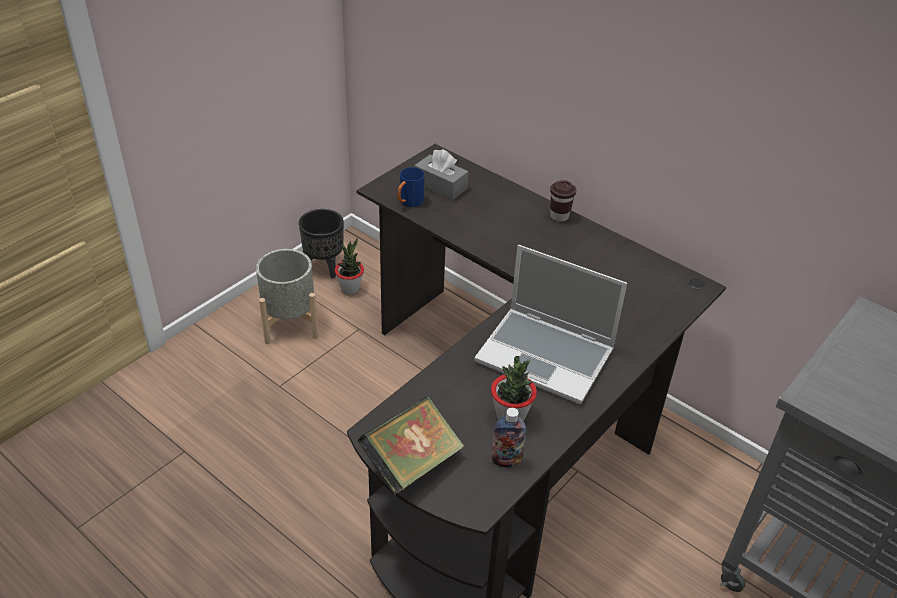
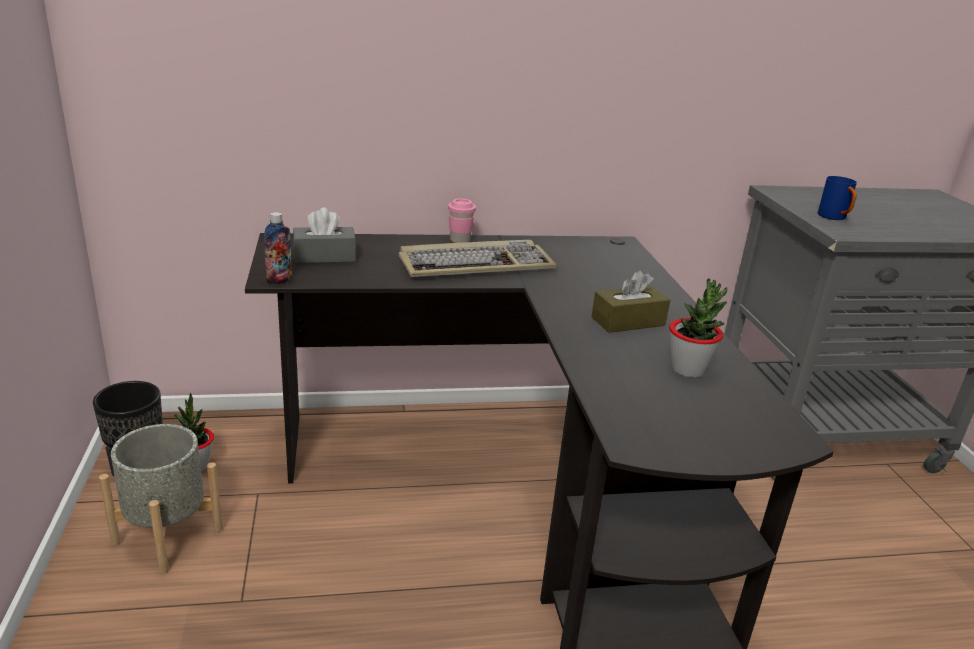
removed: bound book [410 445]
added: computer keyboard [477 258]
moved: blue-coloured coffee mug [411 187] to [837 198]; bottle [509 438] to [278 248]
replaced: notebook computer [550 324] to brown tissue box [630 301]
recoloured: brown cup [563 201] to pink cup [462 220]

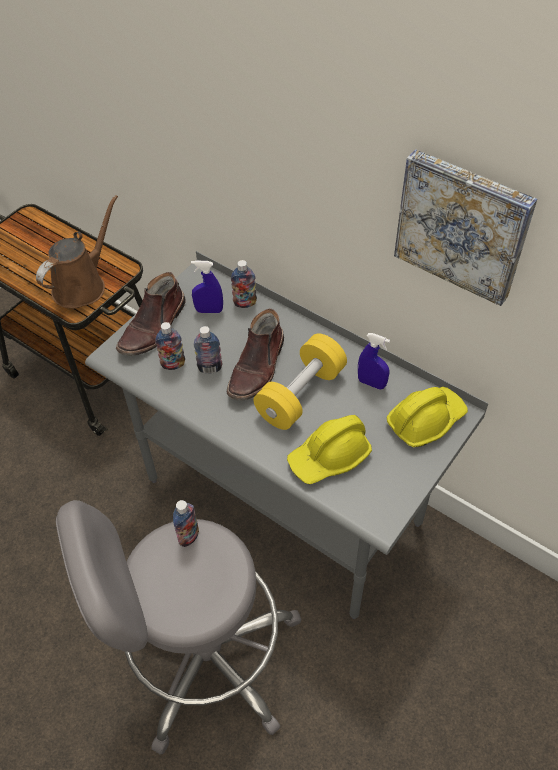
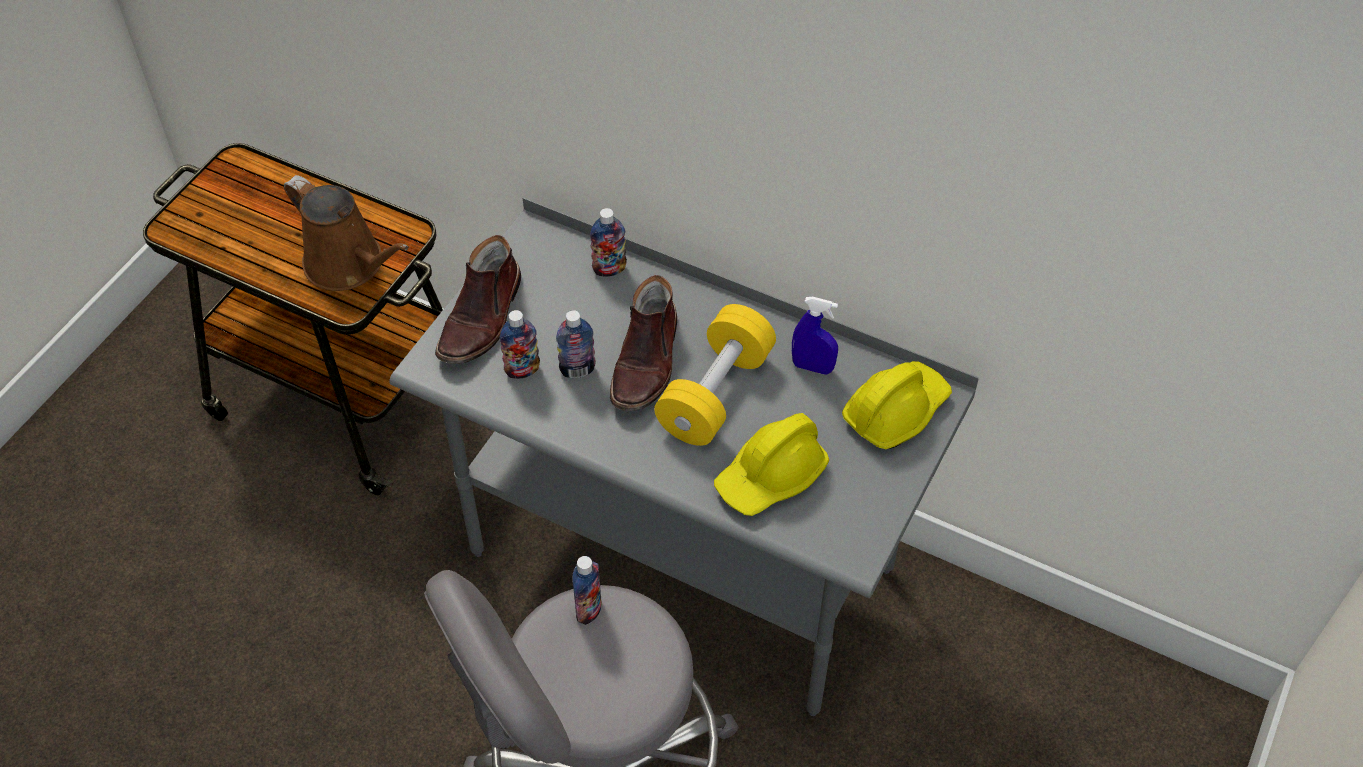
removed: blue-coloured spray bottle [207 286]; wall art [465 227]
turned: brown sprinkling can [77 252] = [346 233] 105 degrees clockwise

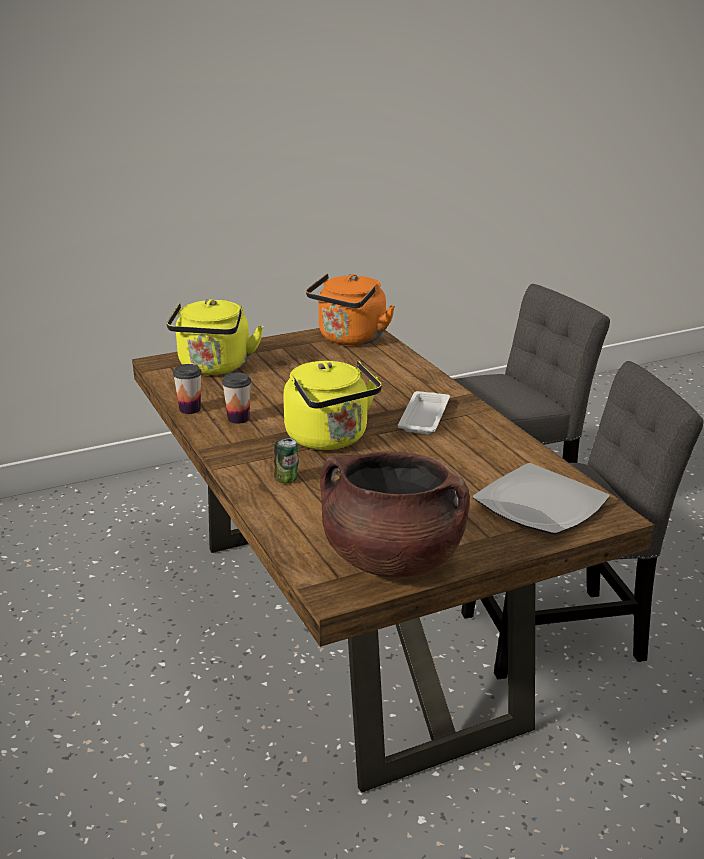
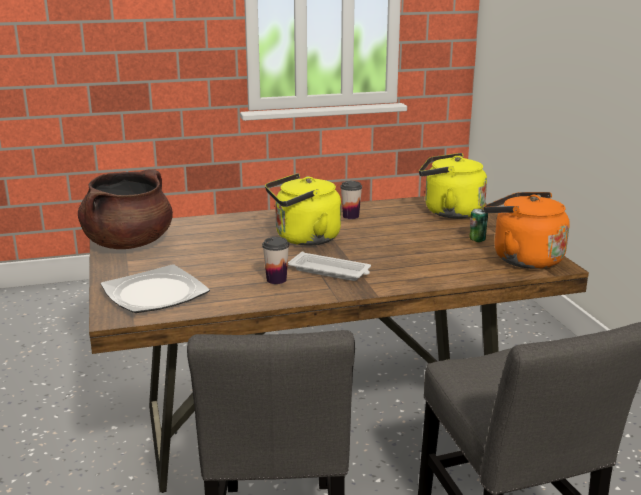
moved: cup [187 389] to [275 260]; metal can [286 460] to [478 225]

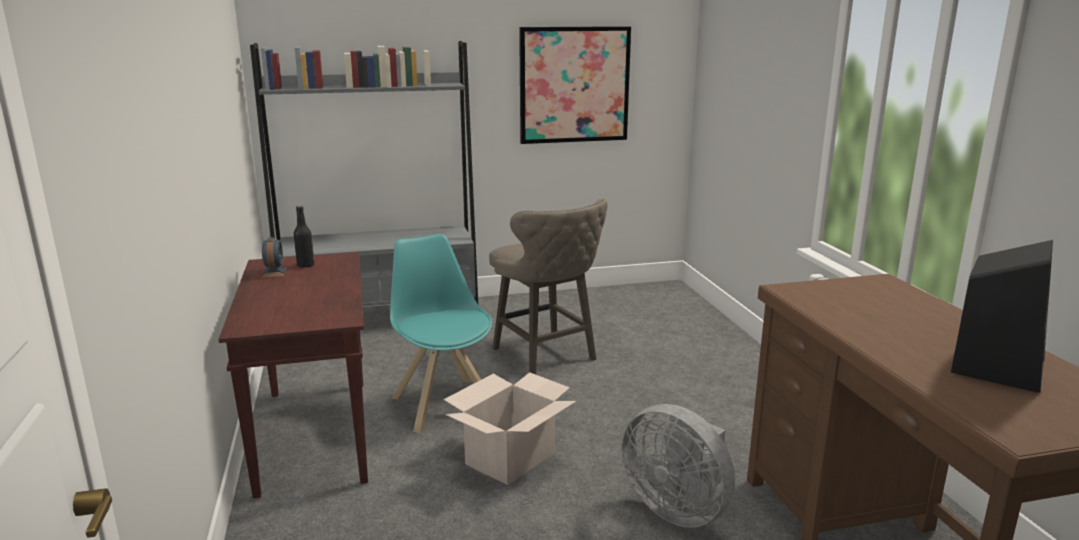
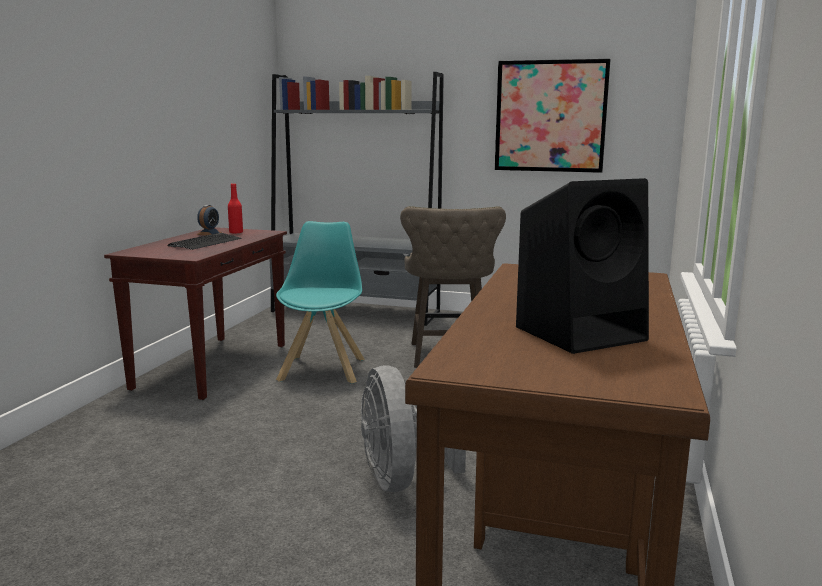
removed: packing box [510 428]
added: computer keyboard [204 241]
recoloured: blackish bottle [304 237] to reddish bottle [235 208]

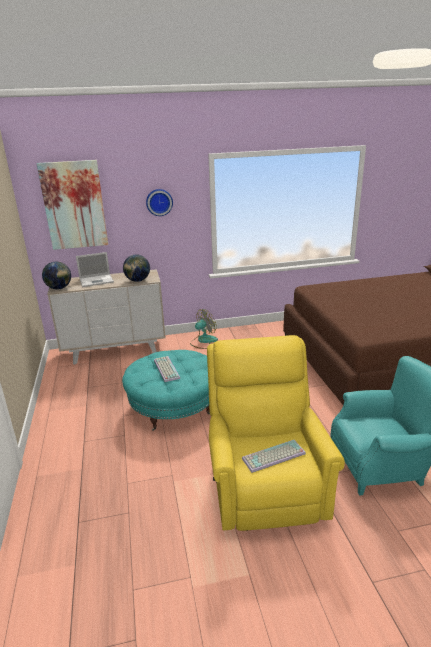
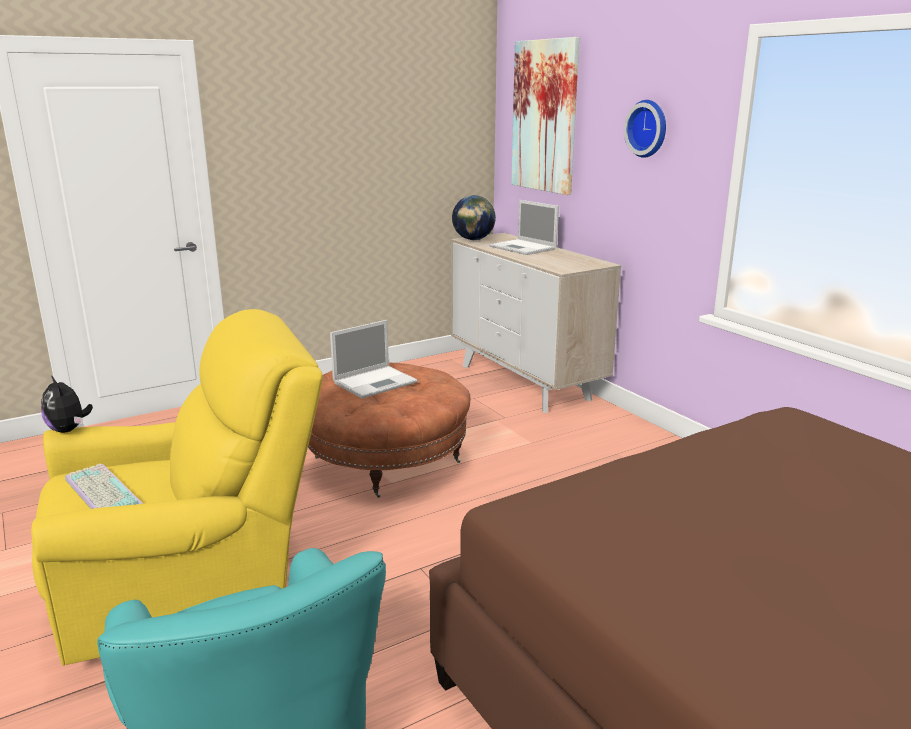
removed: desk globe [136 268]; electric fan [204 329]
added: plush toy [67 404]
replaced: computer keyboard [167 369] to notebook computer [374 359]
recoloured: blue-green pouffe [166 390] to brown pouffe [389 430]

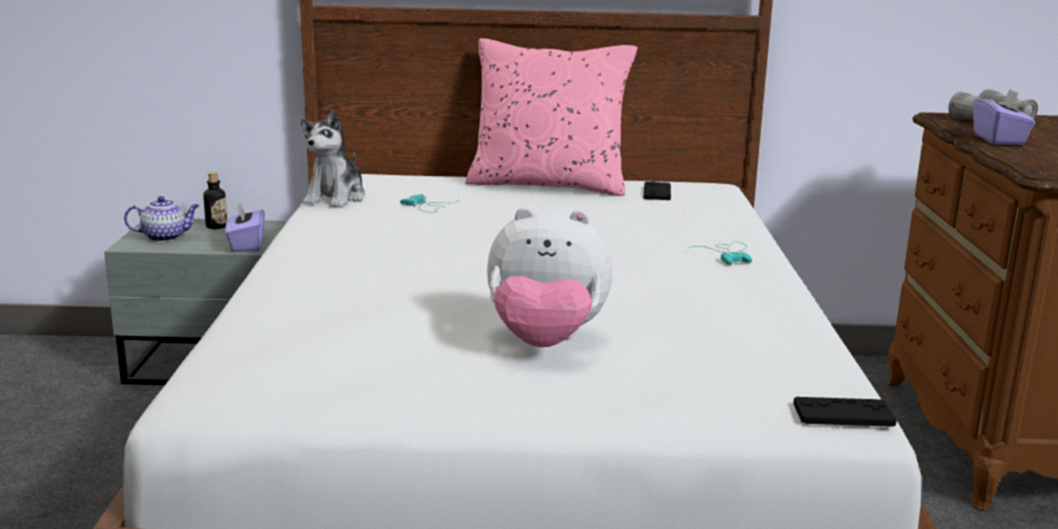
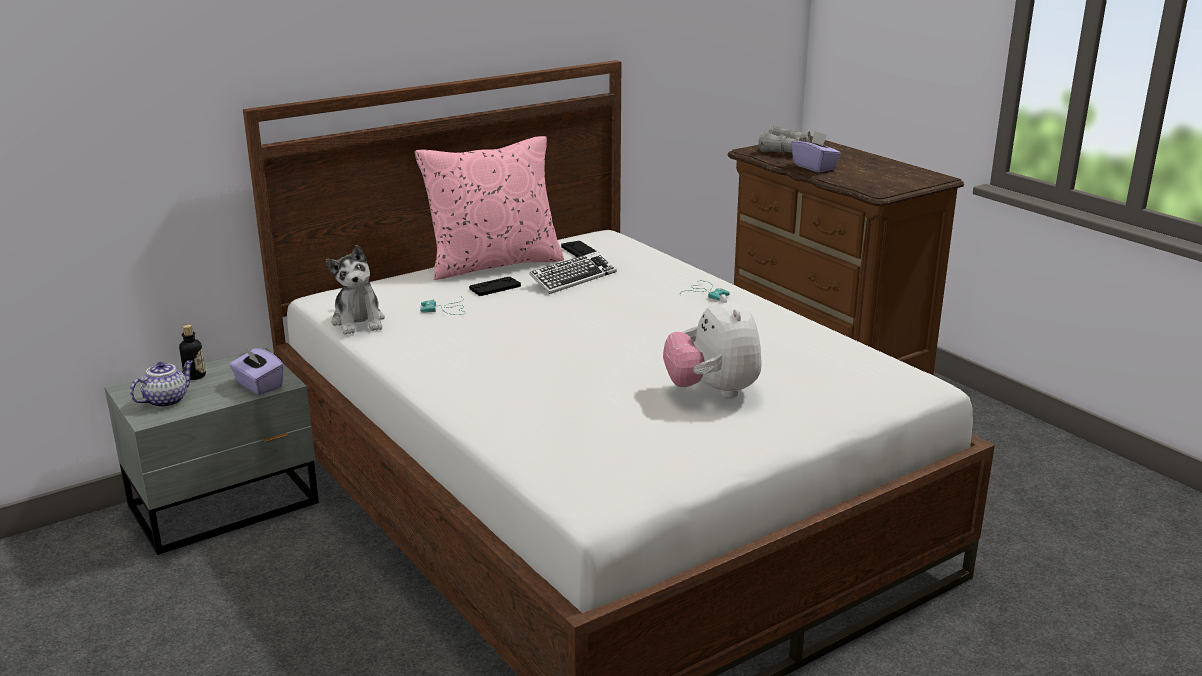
added: computer keyboard [573 272]
moved: blackish joypad [845 412] to [495 286]
turned: plush toy [550 277] = [712 346] 105 degrees clockwise

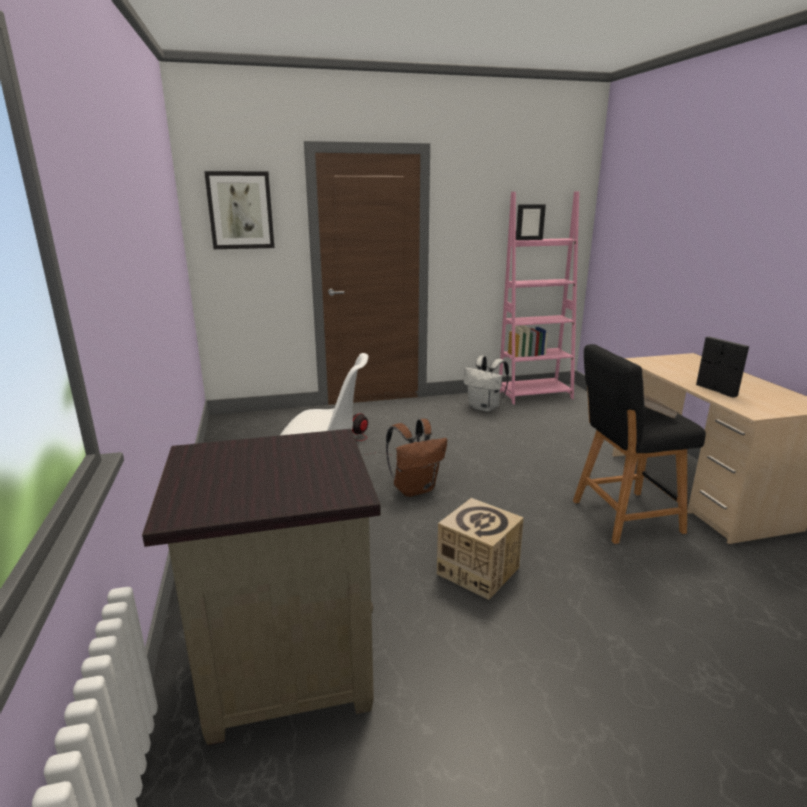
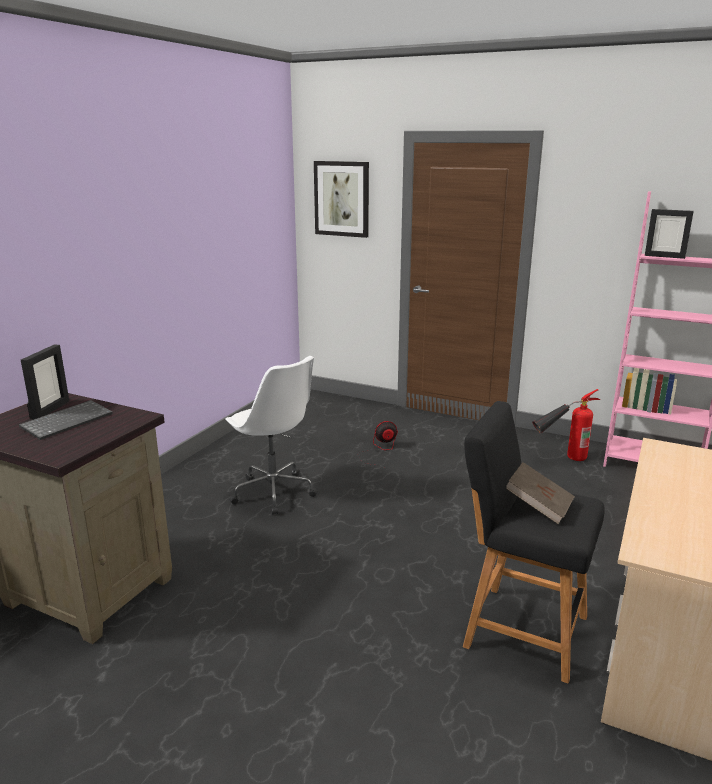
removed: brown rucksack [416 458]; packing box [480 549]
added: computer keyboard [66 420]
moved: photo frame [722 367] to [45 382]
replaced: white-coloured rucksack [486 384] to extinguisher [566 425]

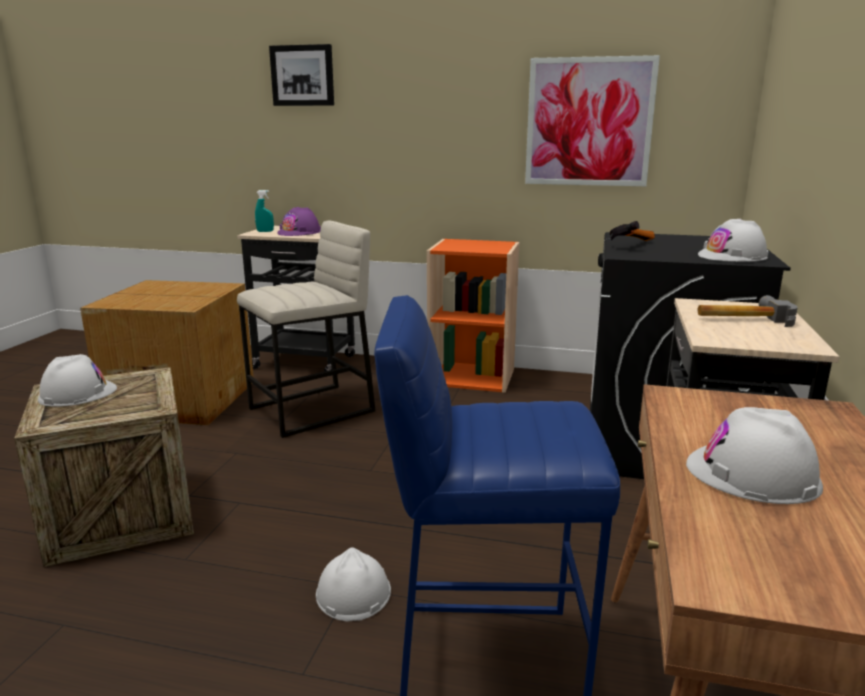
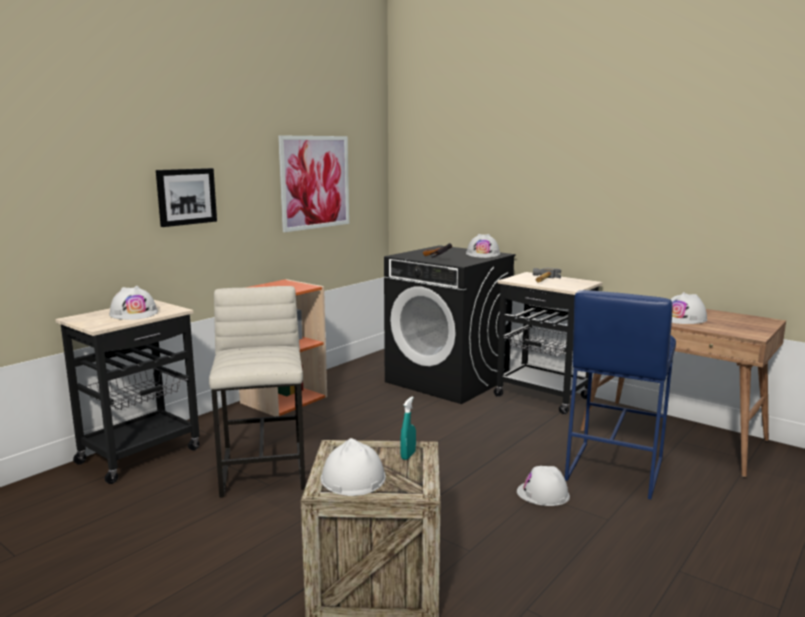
removed: packing box [167 352]
moved: blue-green spray bottle [264 211] to [408 428]; wall art [301 75] to [186 197]
recoloured: purple-coloured hard hat [299 221] to white-coloured hard hat [133 303]

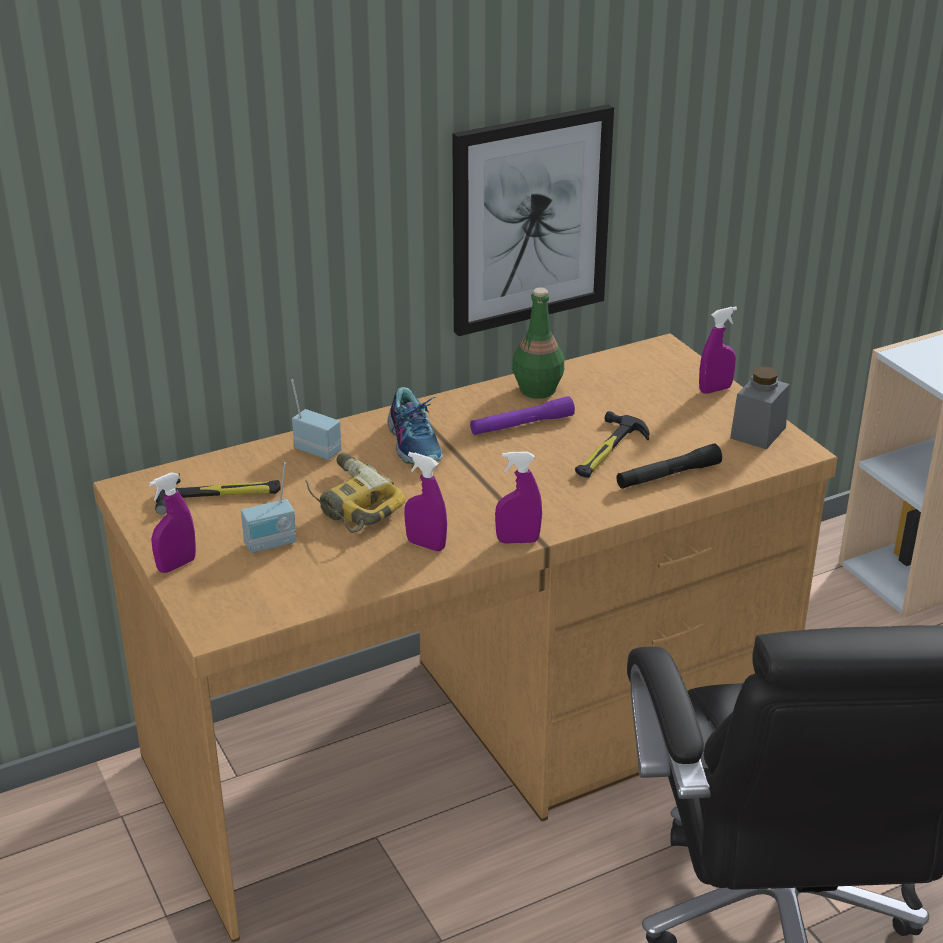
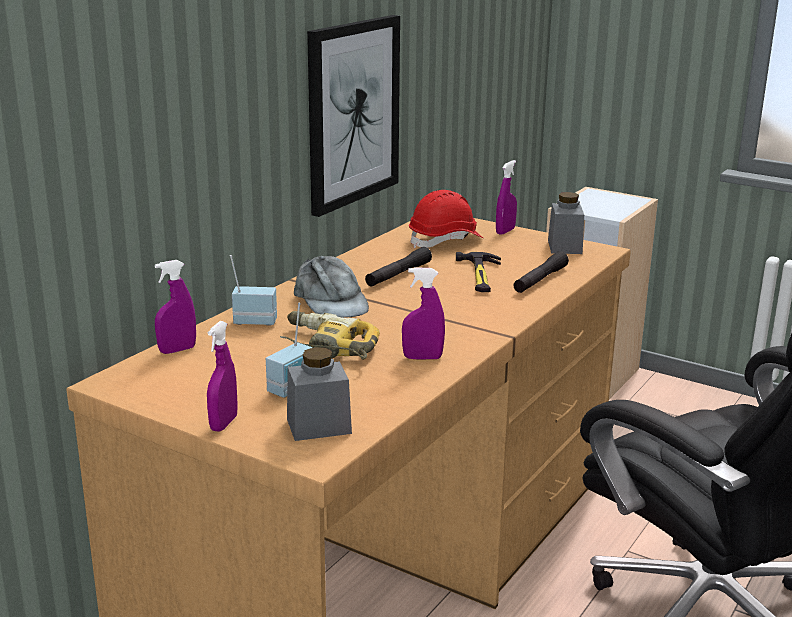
removed: hammer [217 493]; green-coloured bottle [538 343]
added: gray jar [319 394]; reddish hard hat [446 219]
moved: purple-coloured spray bottle [518 498] to [175 307]
replaced: low shoe [415 425] to gray peaked cap [331 287]
recoloured: purple-coloured torch [522 415] to blackish torch [398 266]

